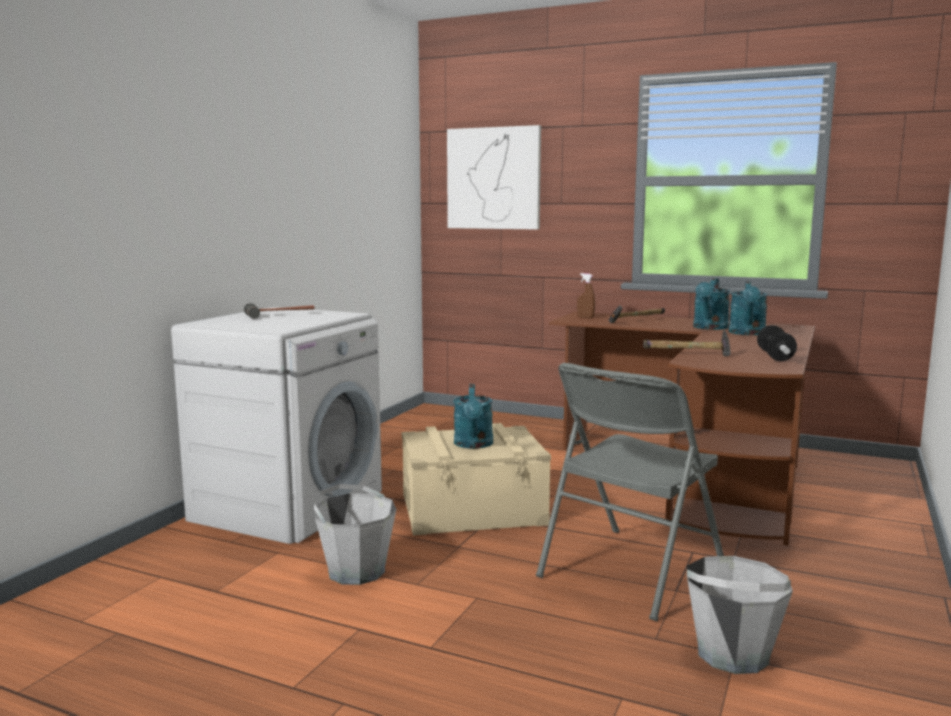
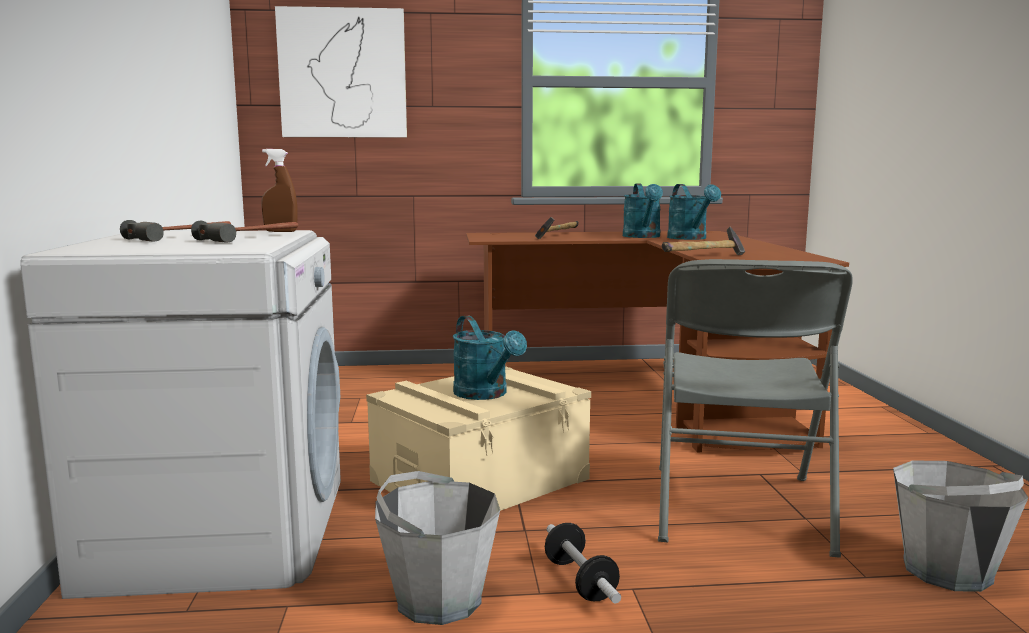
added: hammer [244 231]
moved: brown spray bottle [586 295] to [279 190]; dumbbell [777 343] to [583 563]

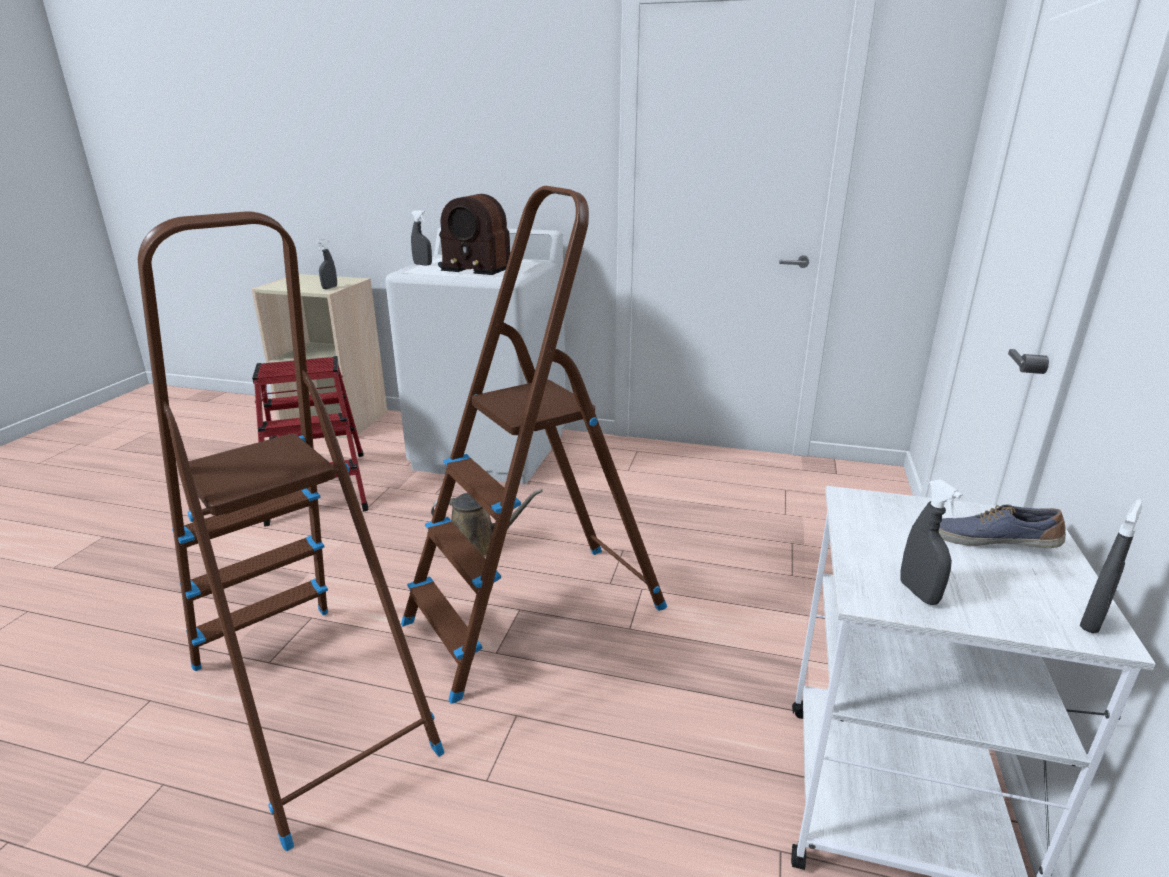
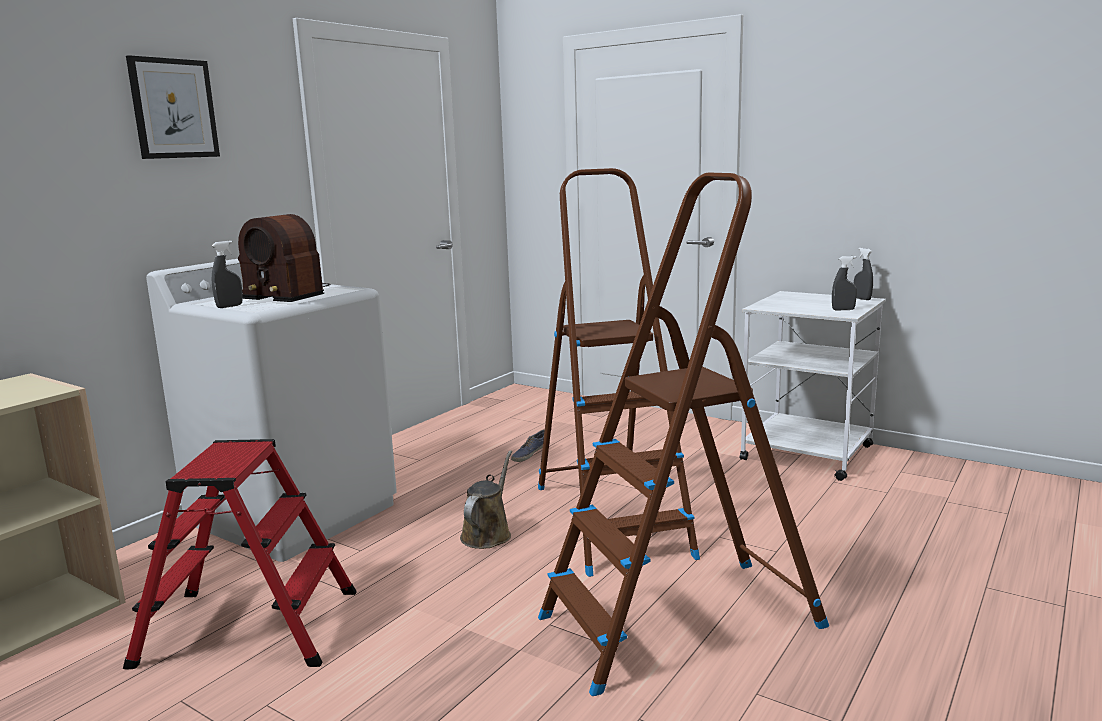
removed: gray spray bottle [326 264]
added: wall art [173 107]
moved: low shoe [1002 526] to [530 445]
turned: radio [474 234] = [284 258] 75 degrees clockwise

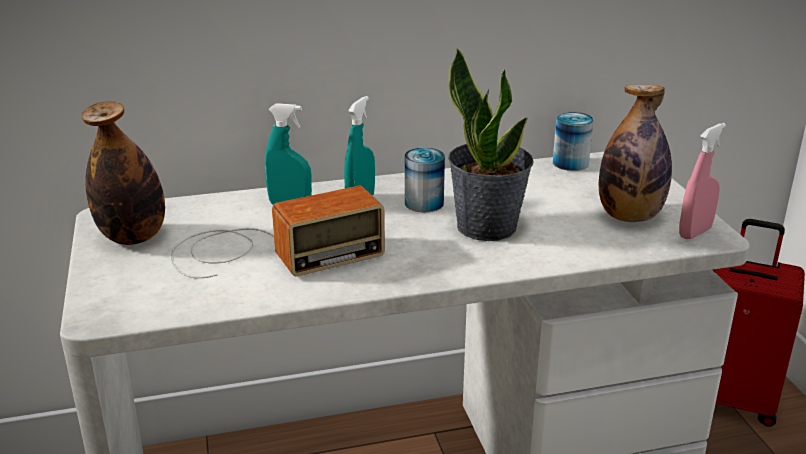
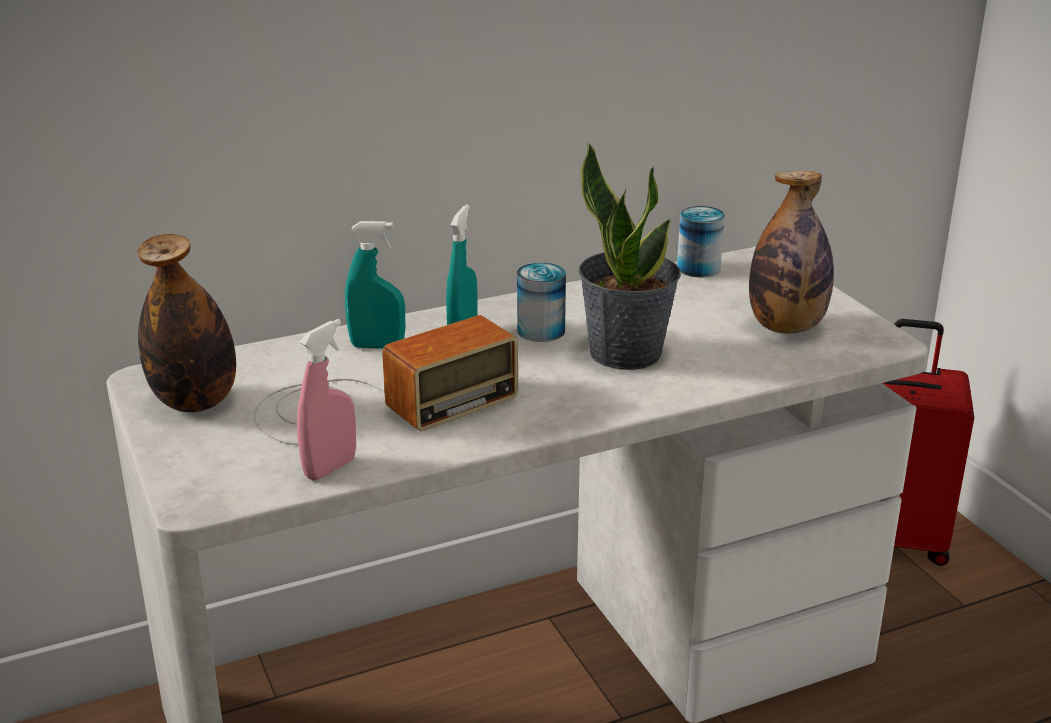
moved: pink spray bottle [702 181] to [326 399]

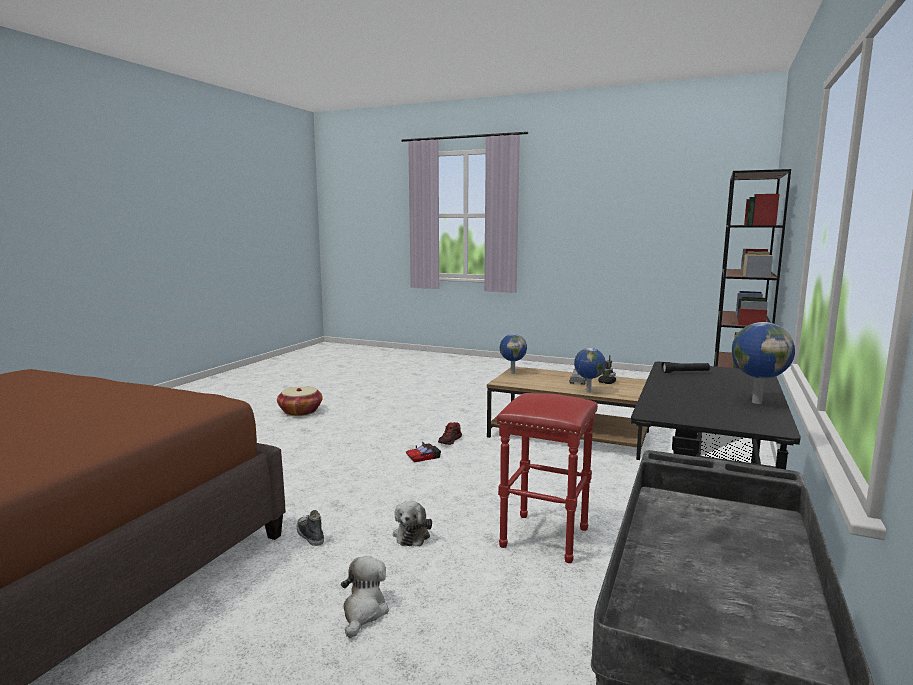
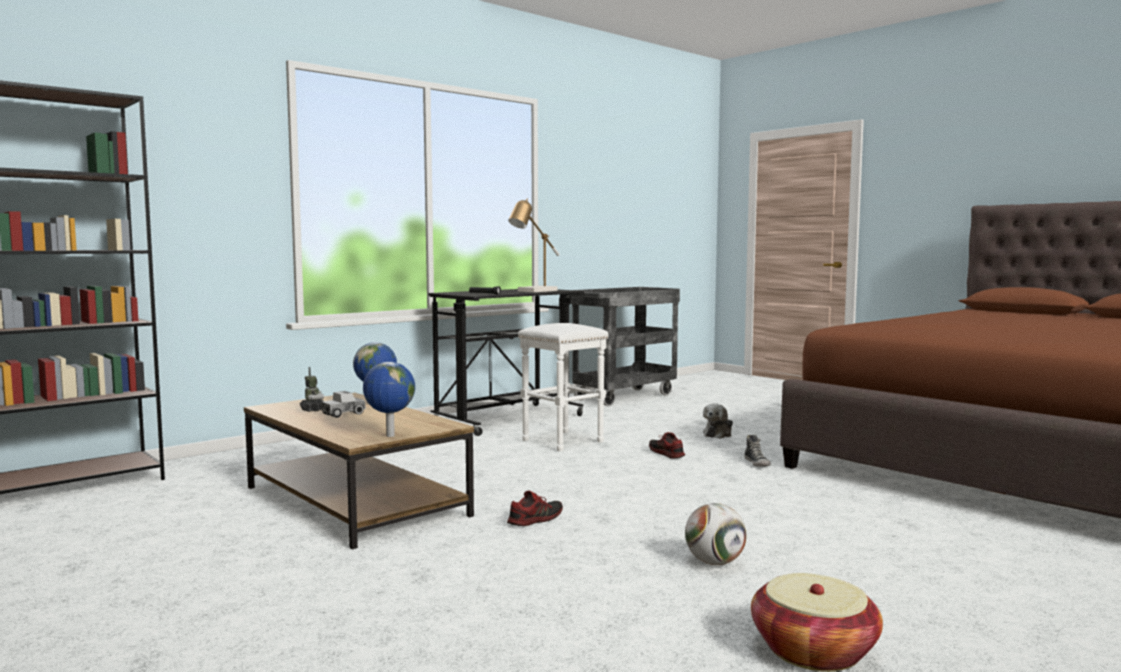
removed: model car [423 452]; desk globe [763 363]
added: lamp for a table [534 245]; football ball [716 534]
replaced: plush toy [412 523] to low shoe [667 445]
recoloured: reddish stool seat [547 478] to white-coloured stool seat [563 387]

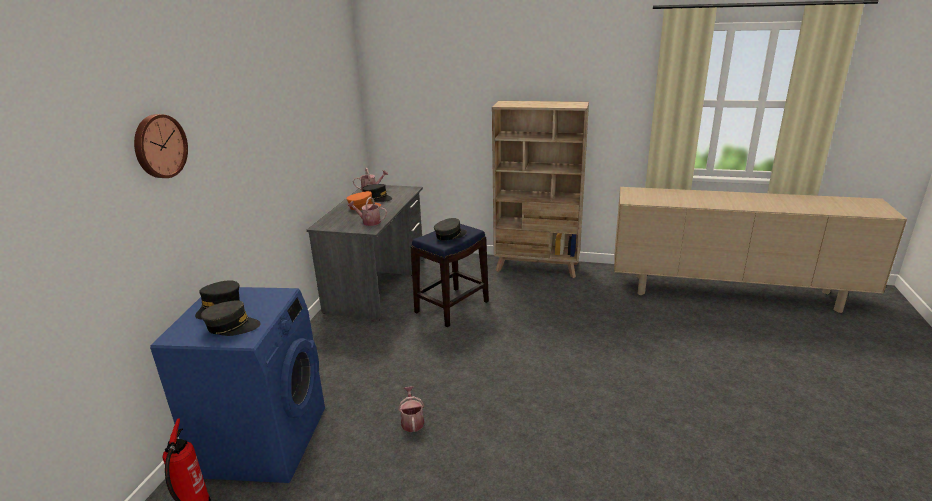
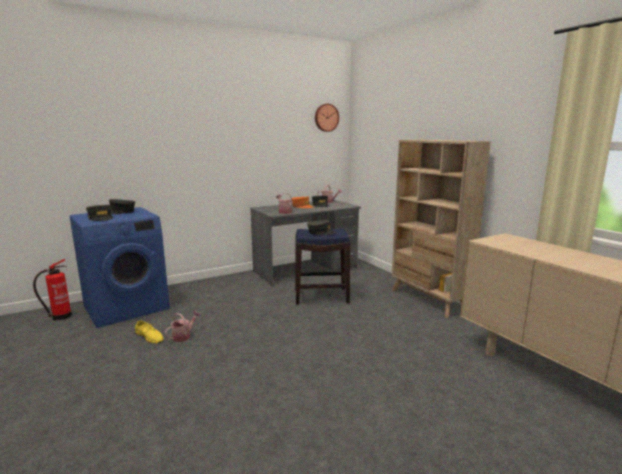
added: yellow low shoe [149 332]
moved: hanging clock [161 146] to [327 118]

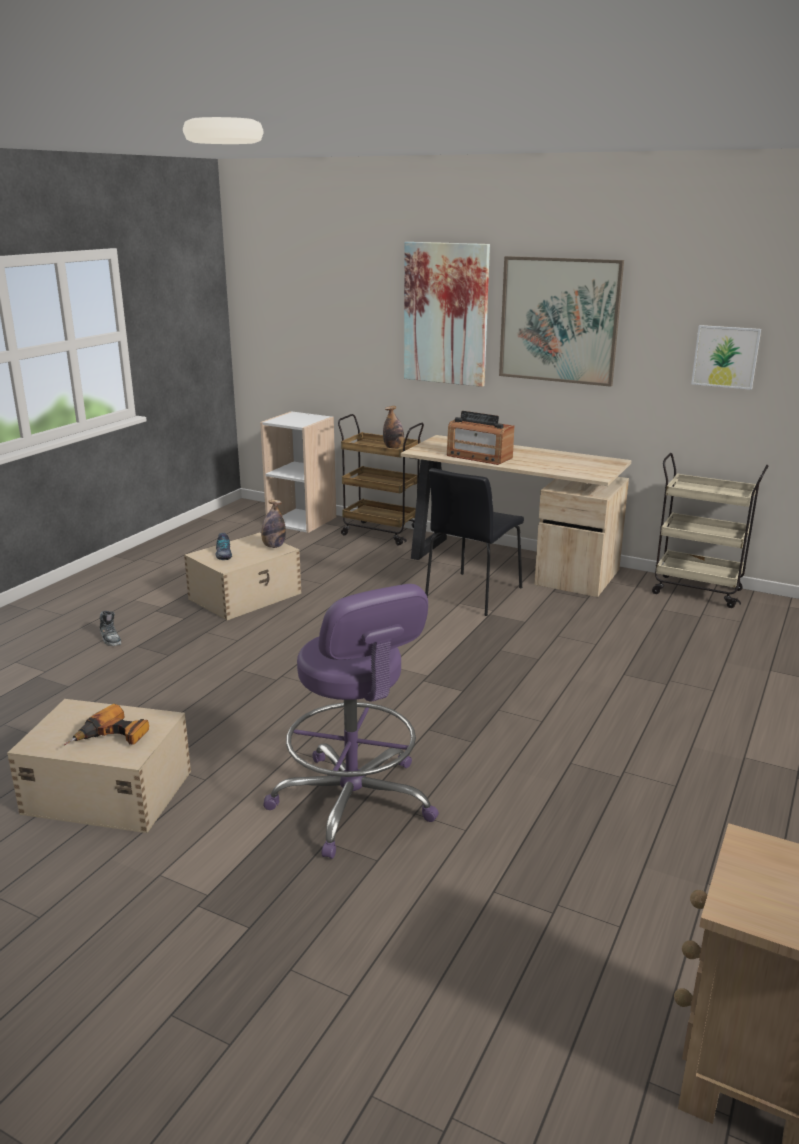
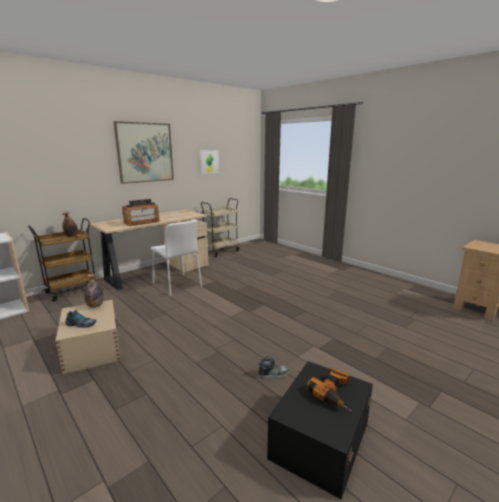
removed: purple-coloured stool seat [351 721]; wall art [447 314]
moved: low shoe [110 628] to [273 367]
recoloured: beige-coloured storage container [99 766] to blackish storage container [320 430]; blackish plain chair [474 542] to white-coloured plain chair [176 258]

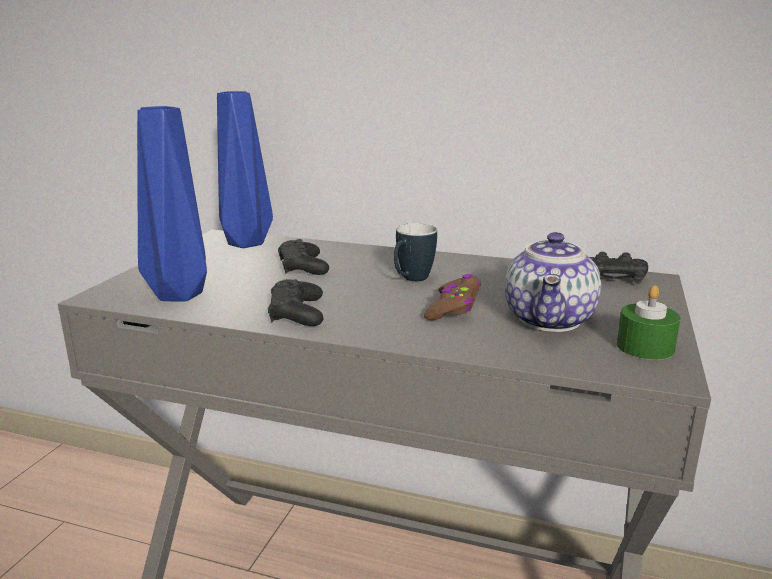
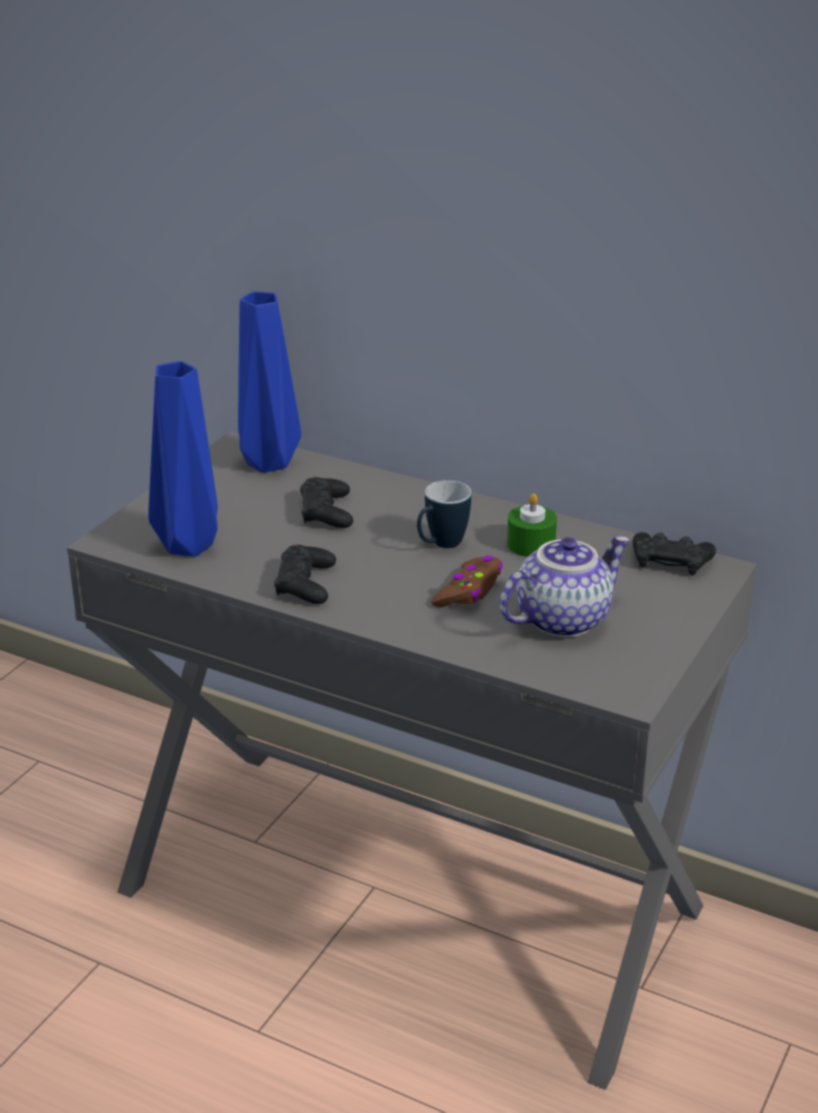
moved: green-coloured wax light [649 322] to [532 525]
turned: teapot [553 282] = [564 586] 150 degrees counterclockwise

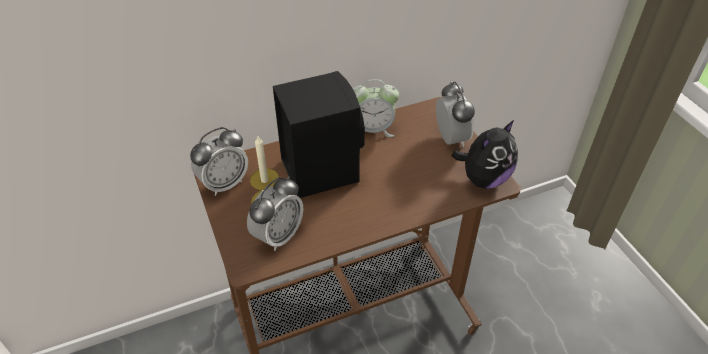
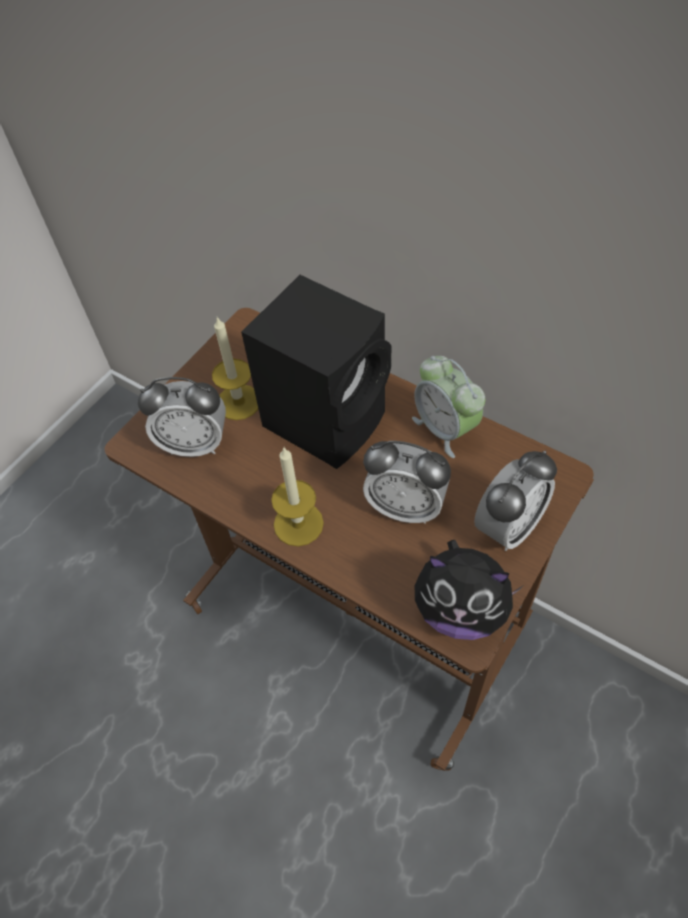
added: wax light [297 497]
moved: bedside clock [219 161] to [407 482]

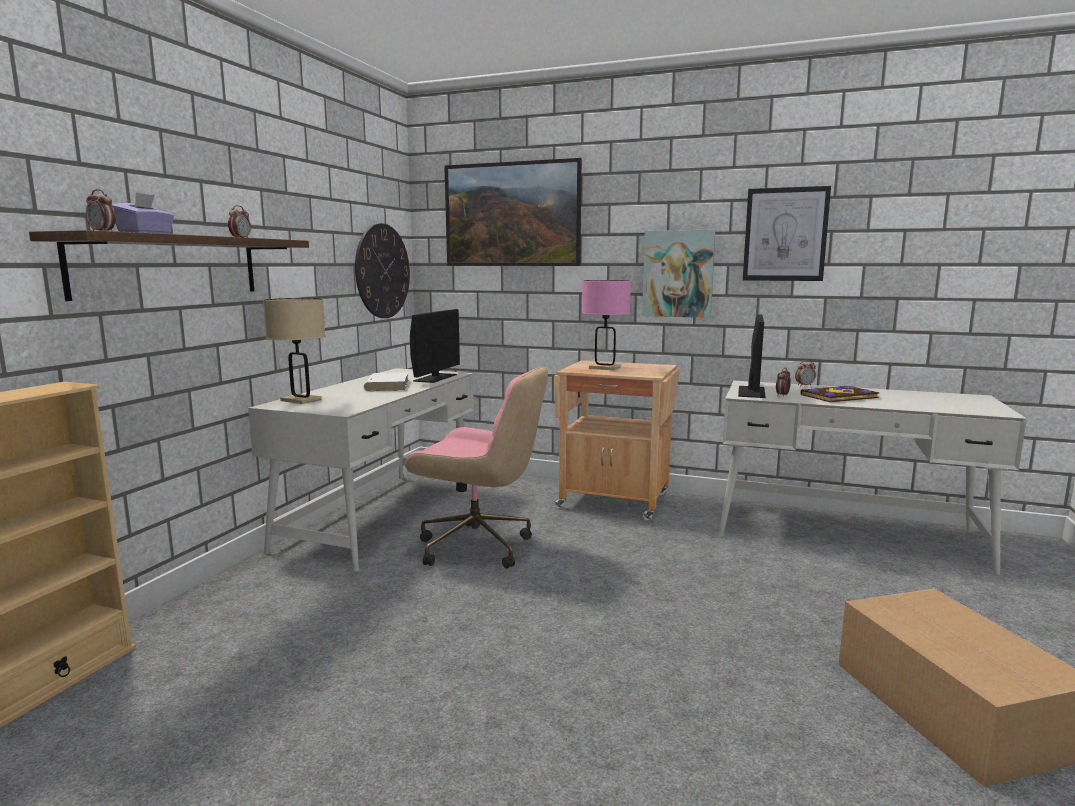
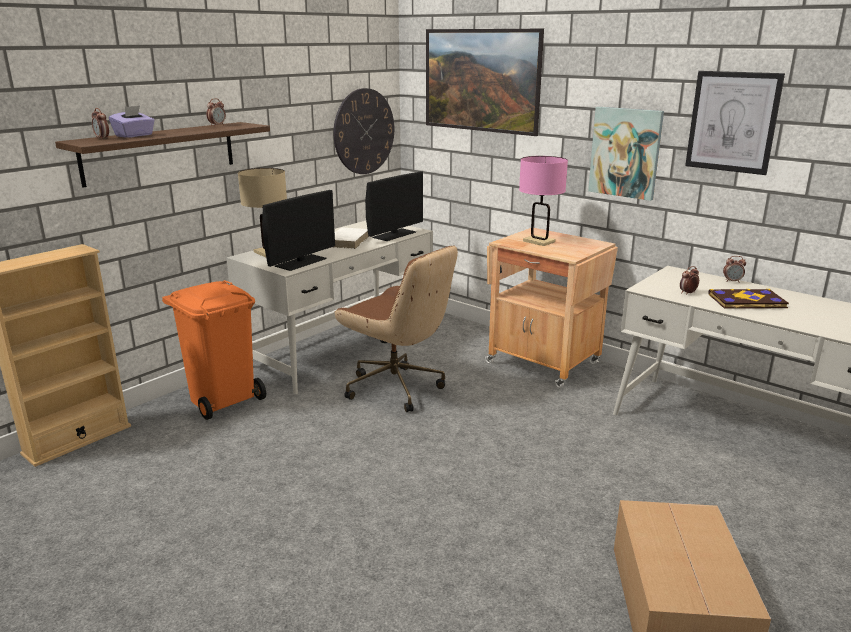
added: orange-coloured waste bin [214 350]
moved: computer display [752 356] to [298 230]
recoloured: pink office chair [476 467] to brown office chair [396 329]

